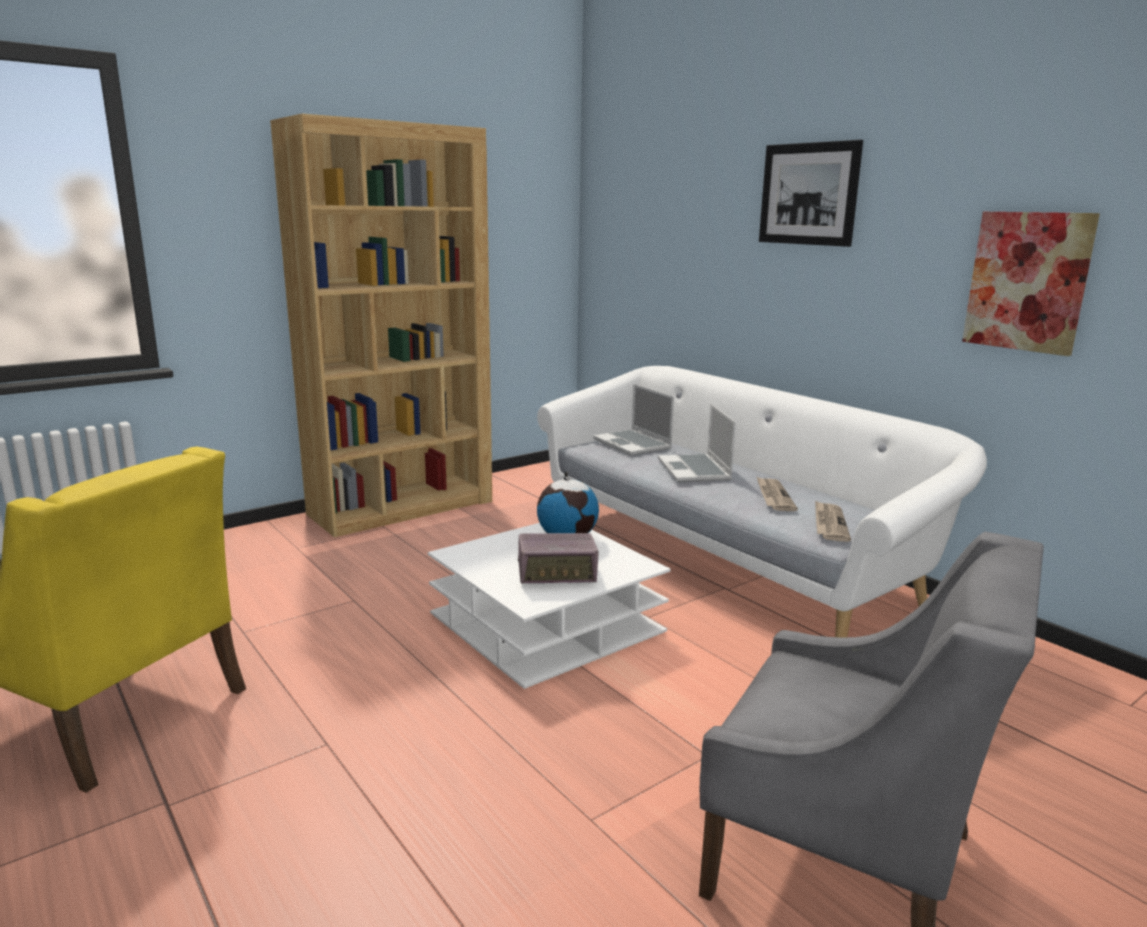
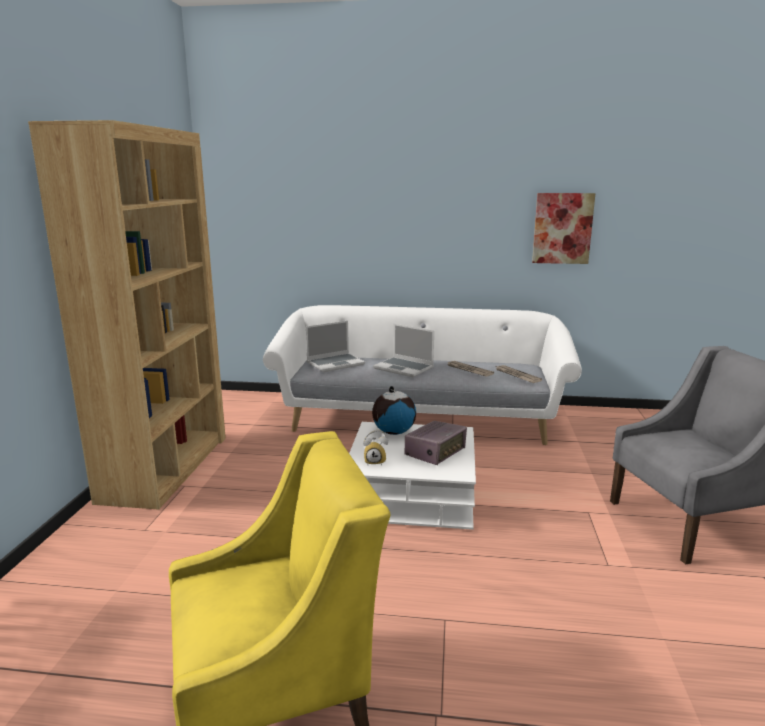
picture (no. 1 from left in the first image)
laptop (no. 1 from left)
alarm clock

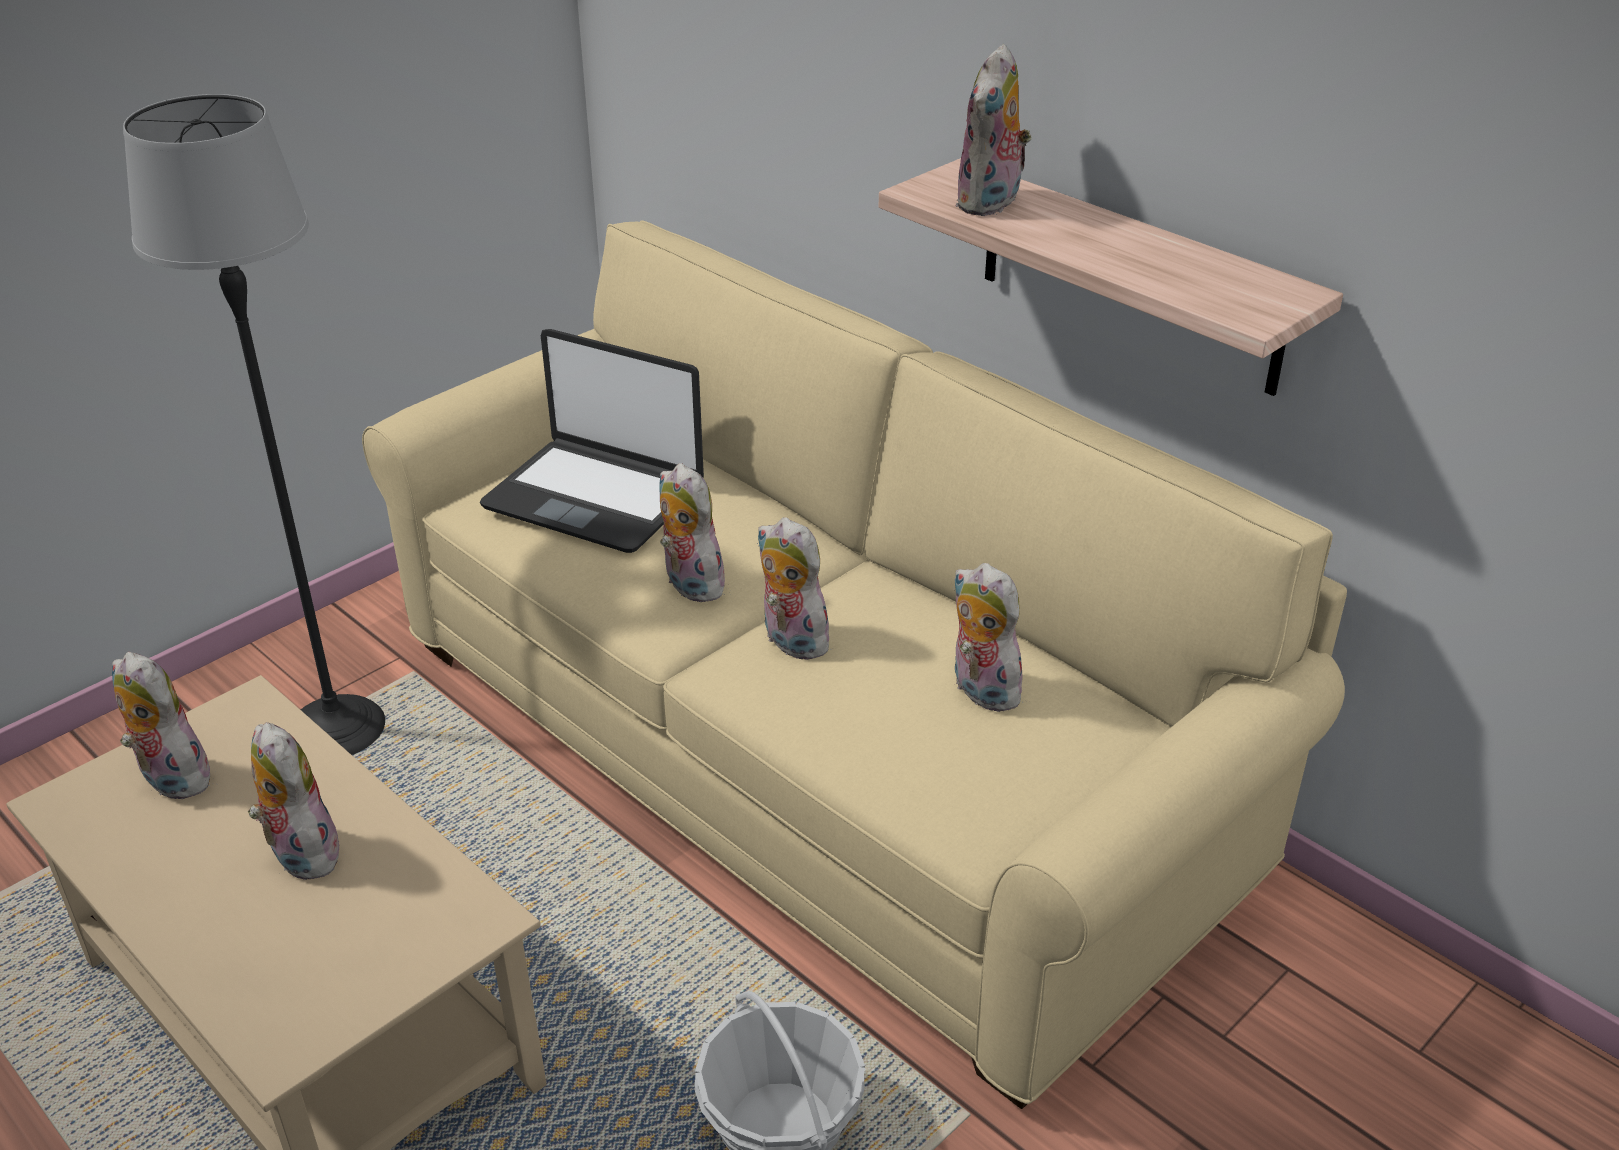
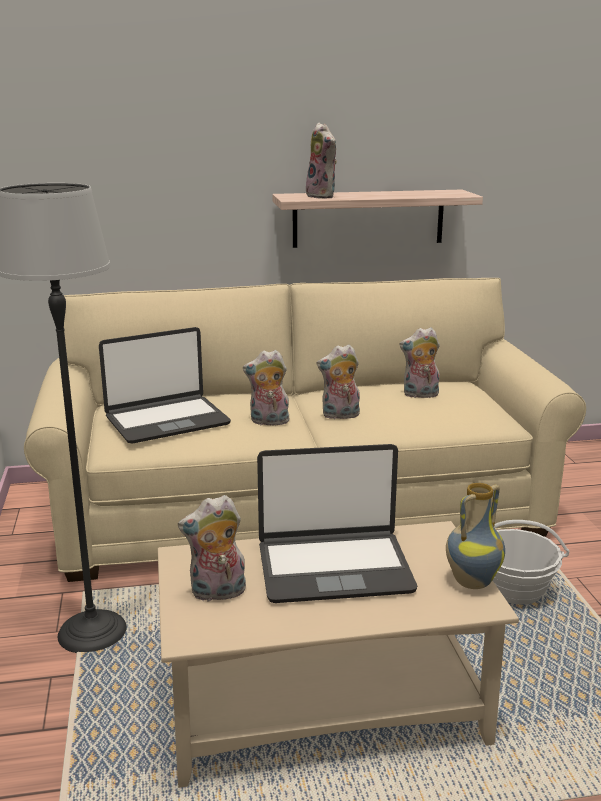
laptop (no. 2 from left)
vase

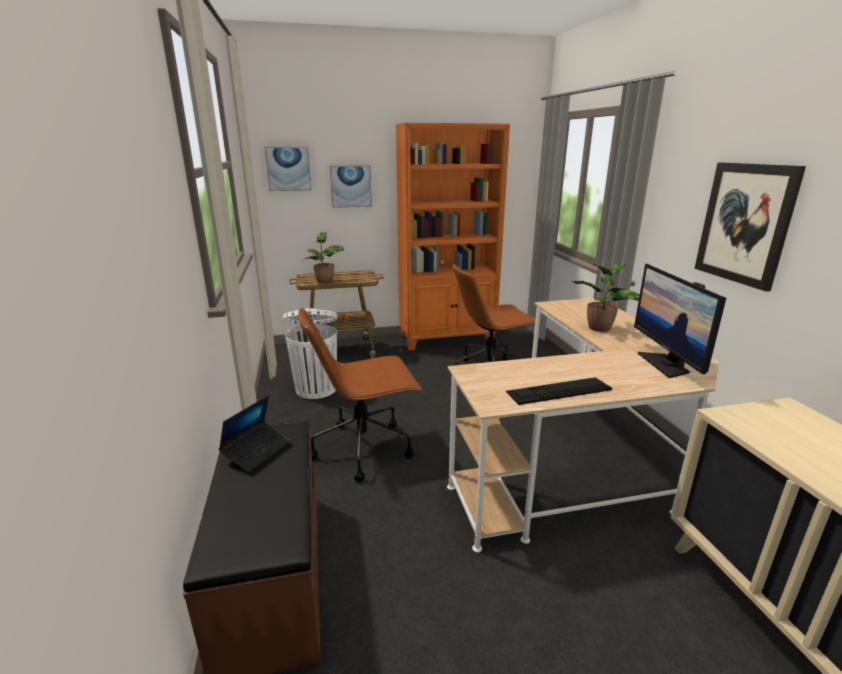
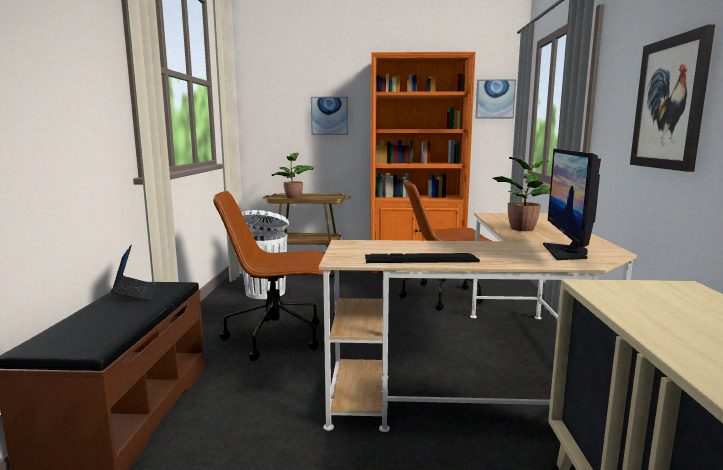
picture (no. 2 from left)
laptop

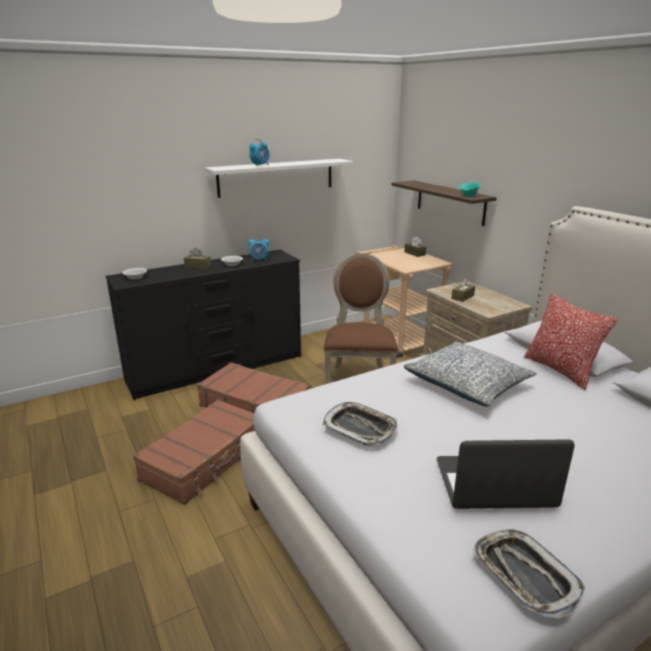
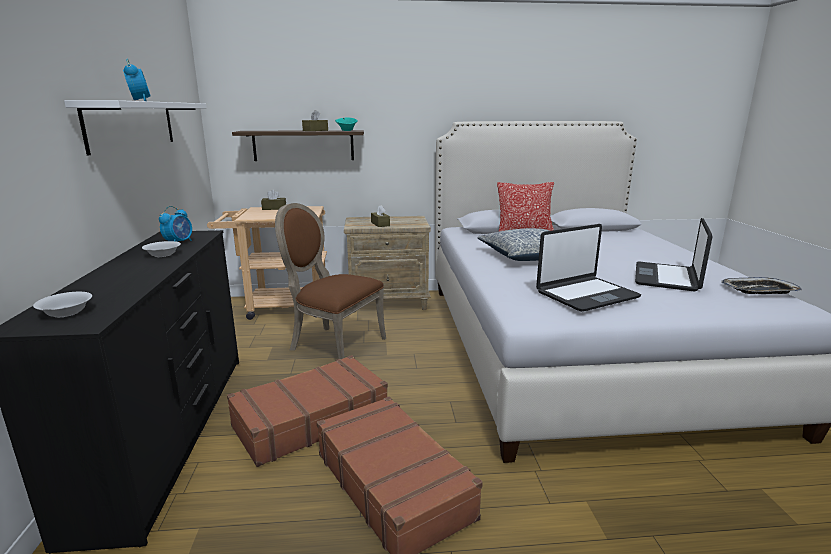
tissue box/brown (no. 2 from left)
laptop (no. 1 from left)

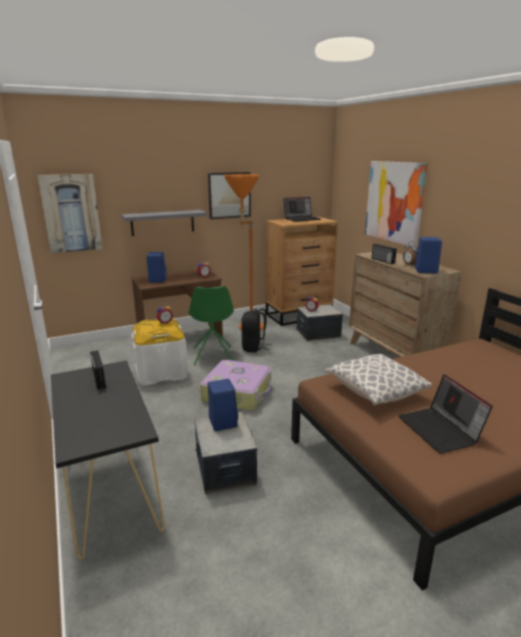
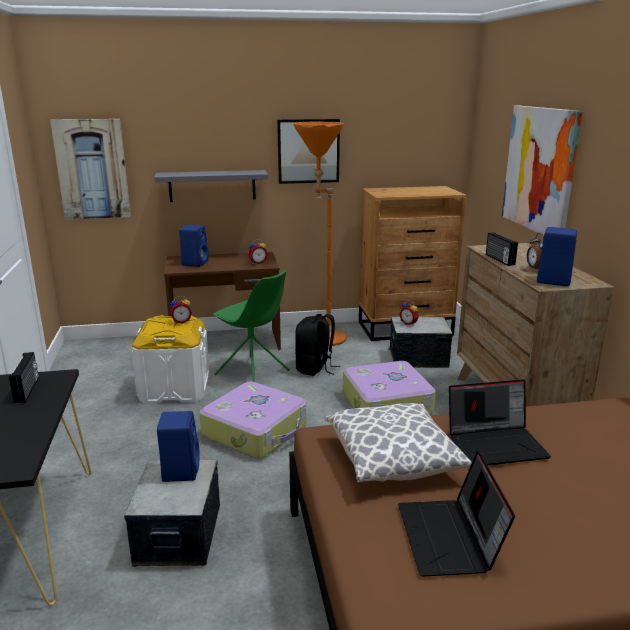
laptop (no. 2 from left)
chair/green
suitcase (no. 2 from left)

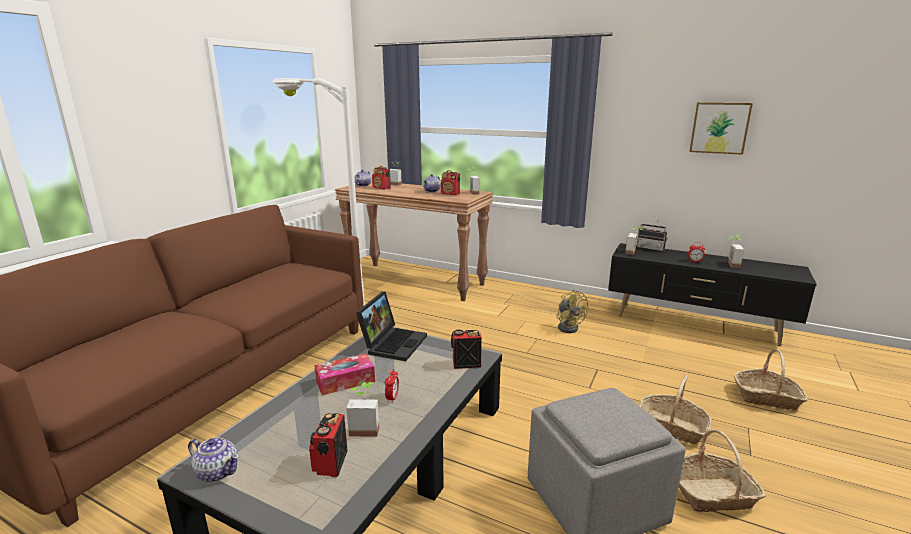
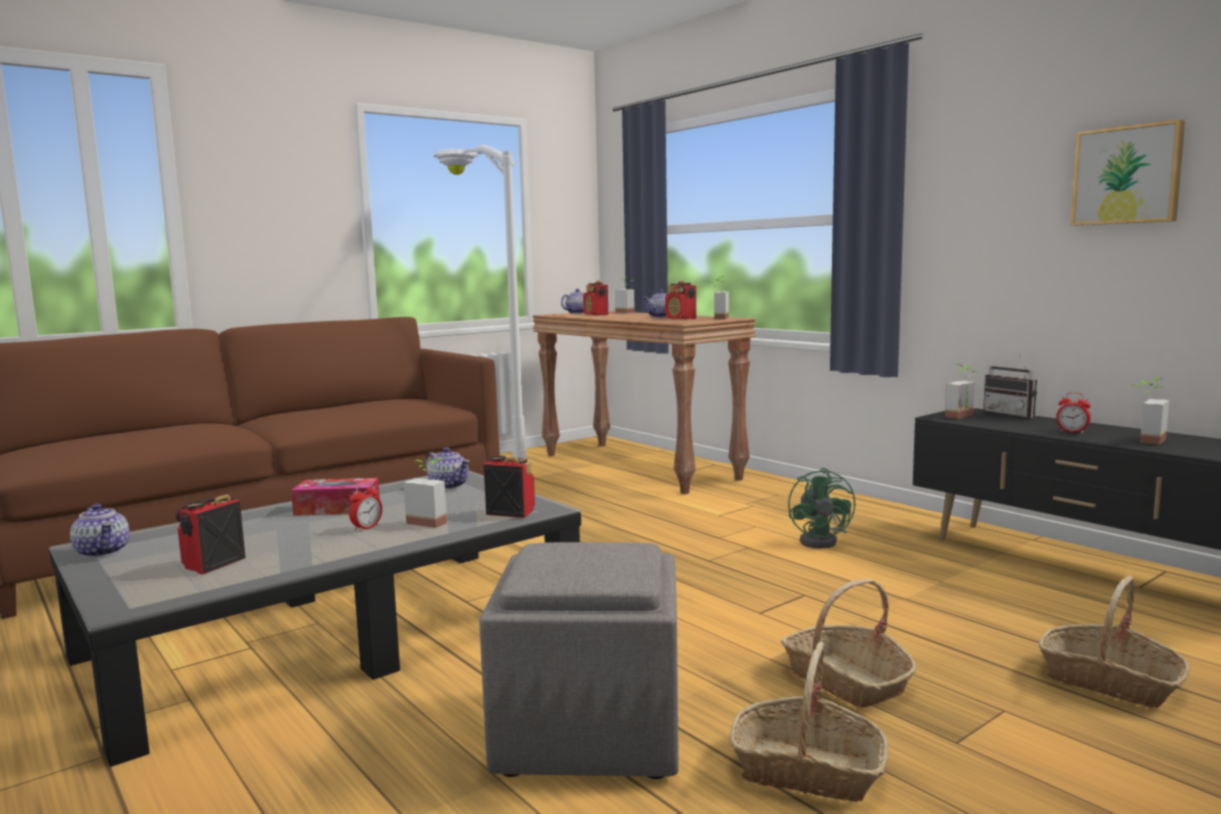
fan/green
teapot (no. 2 from left)
potted plant (no. 1 from left)

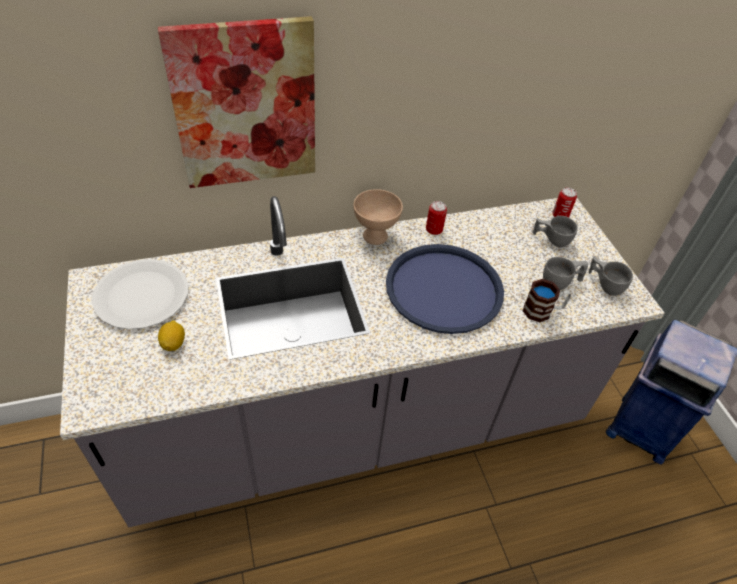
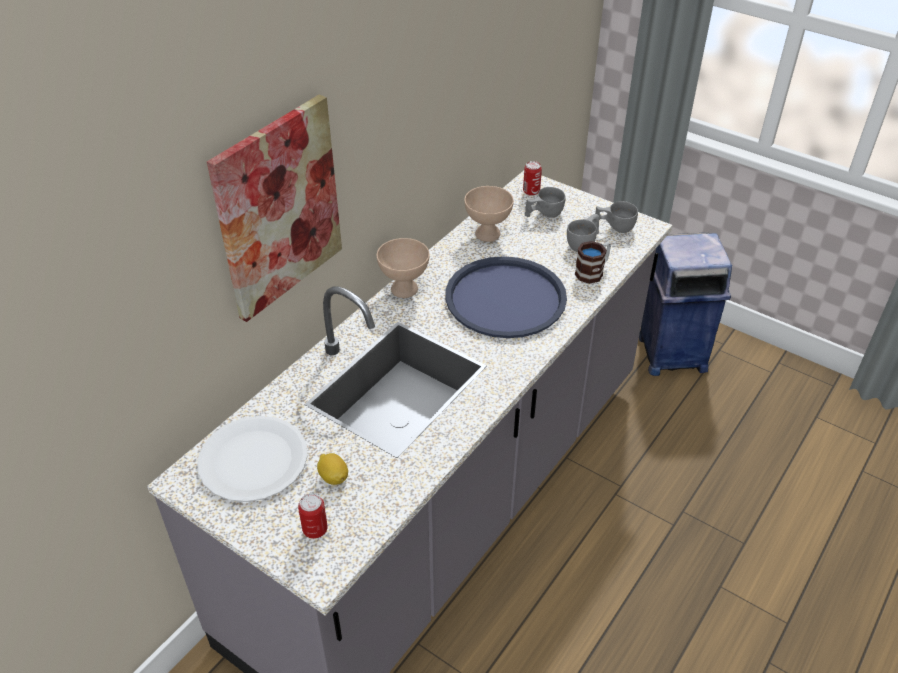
can (no. 1 from left)
bowl/beige (no. 2 from left)

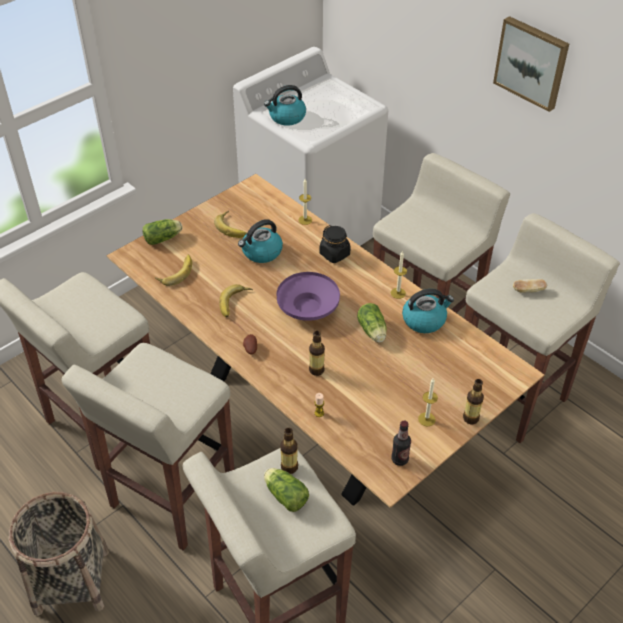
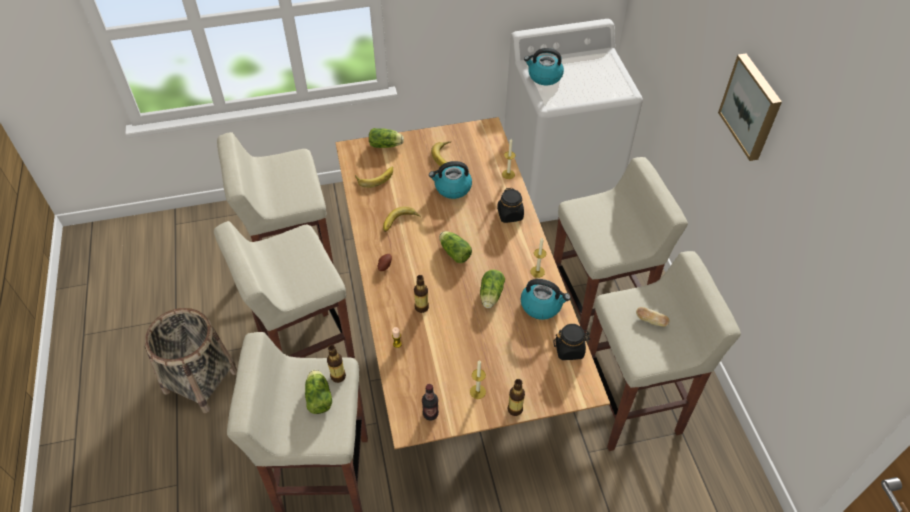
lettuce (no. 3 from left)
jar/black (no. 2 from left)

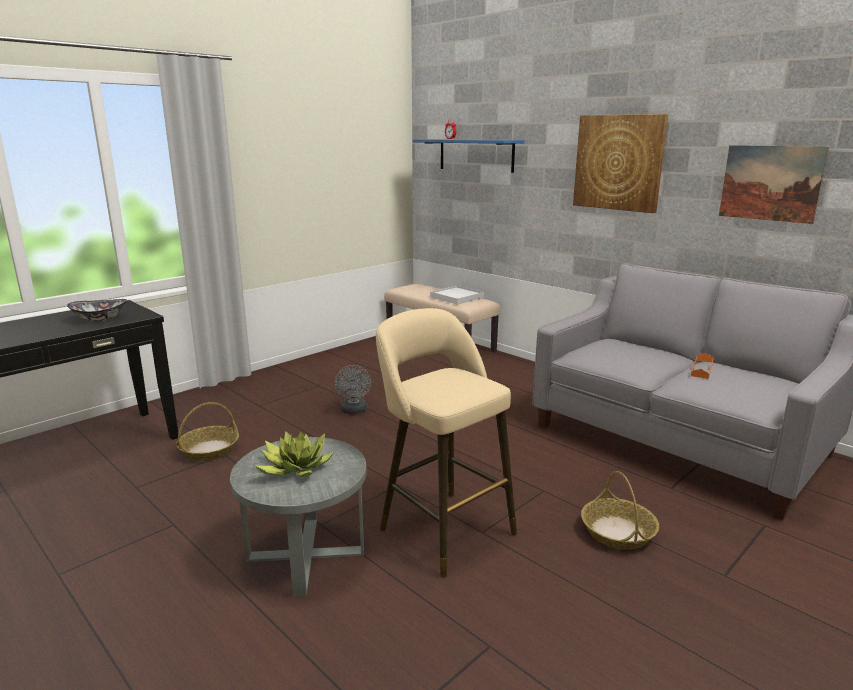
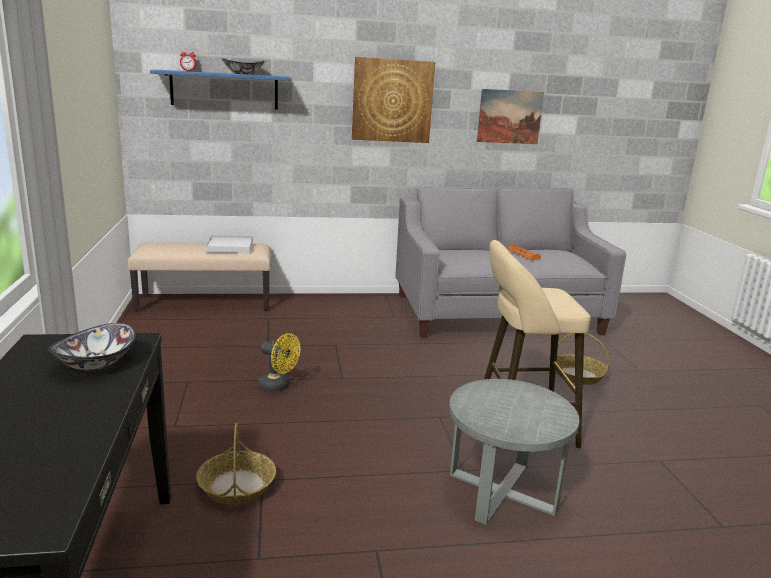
fan/yellow
potted plant
bowl (no. 2 from left)

